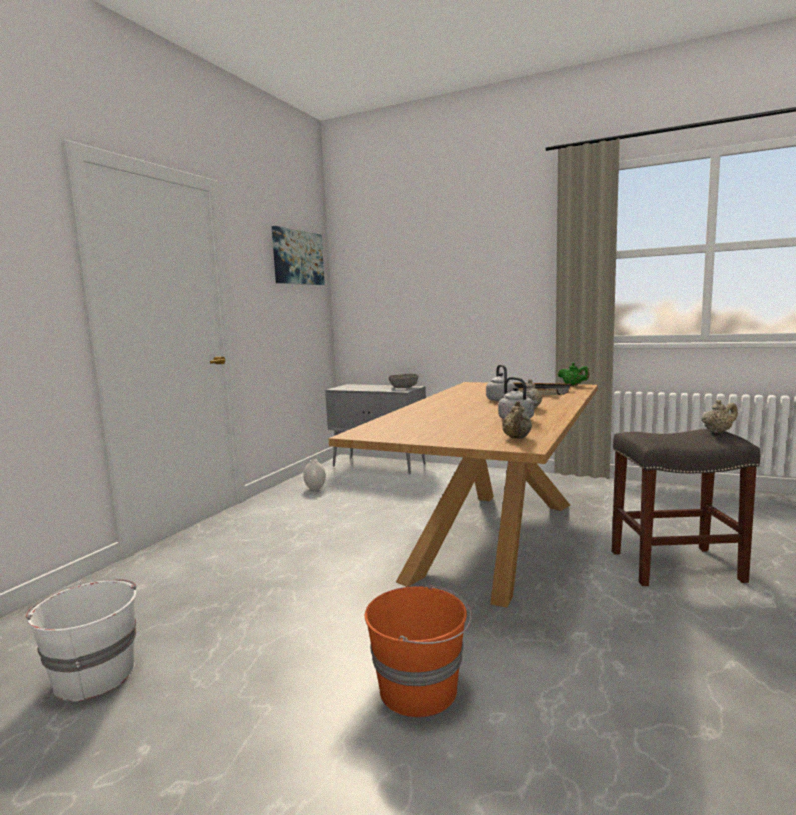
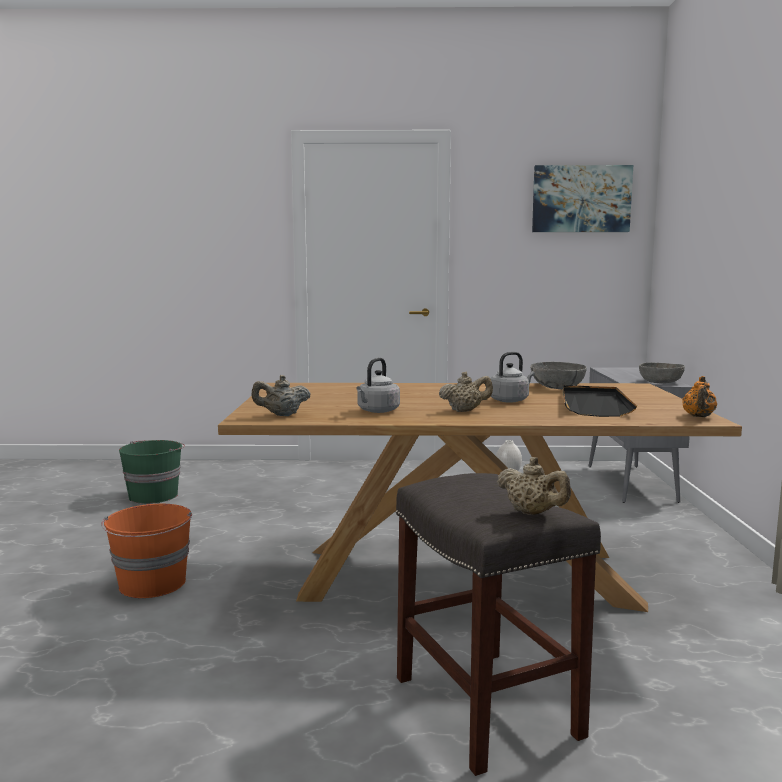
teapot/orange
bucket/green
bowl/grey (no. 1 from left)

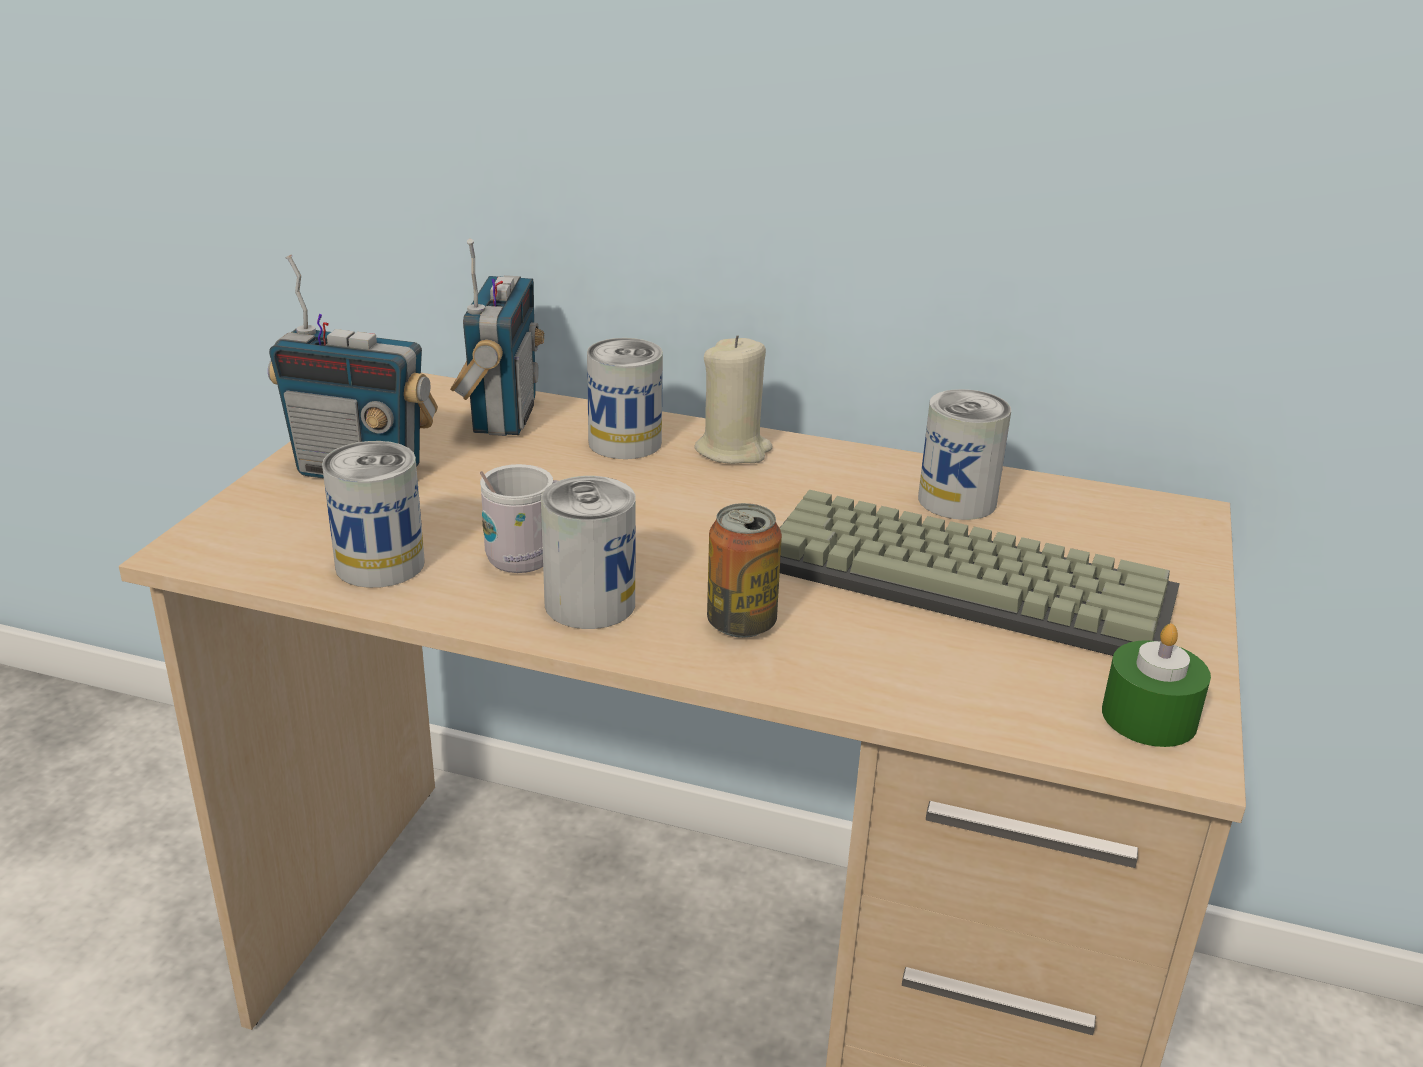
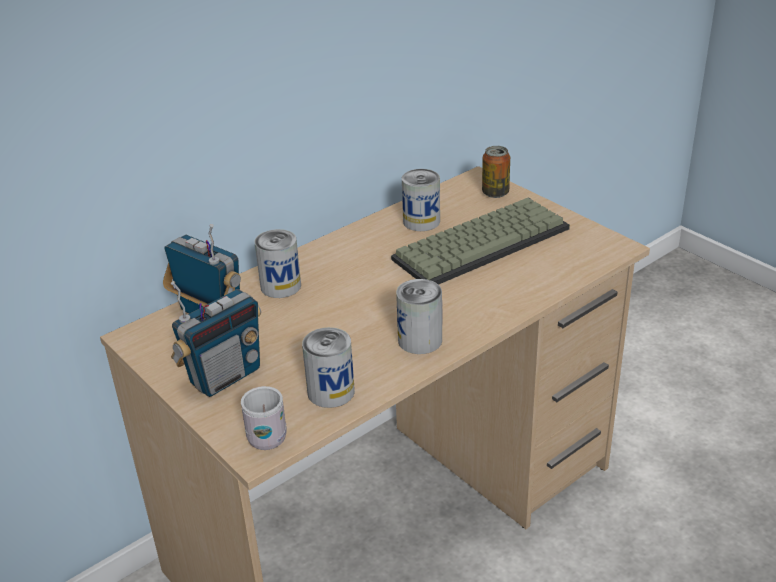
candle/beige
mug/white
can (no. 5 from left)
candle/green

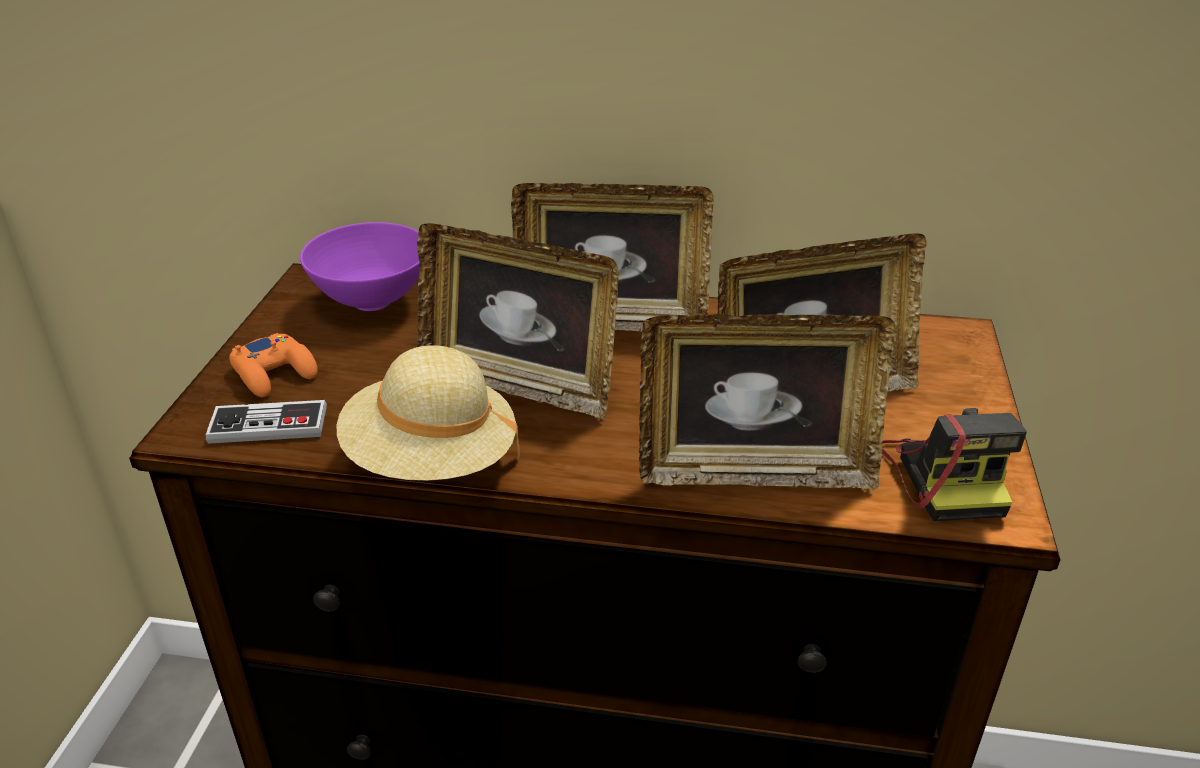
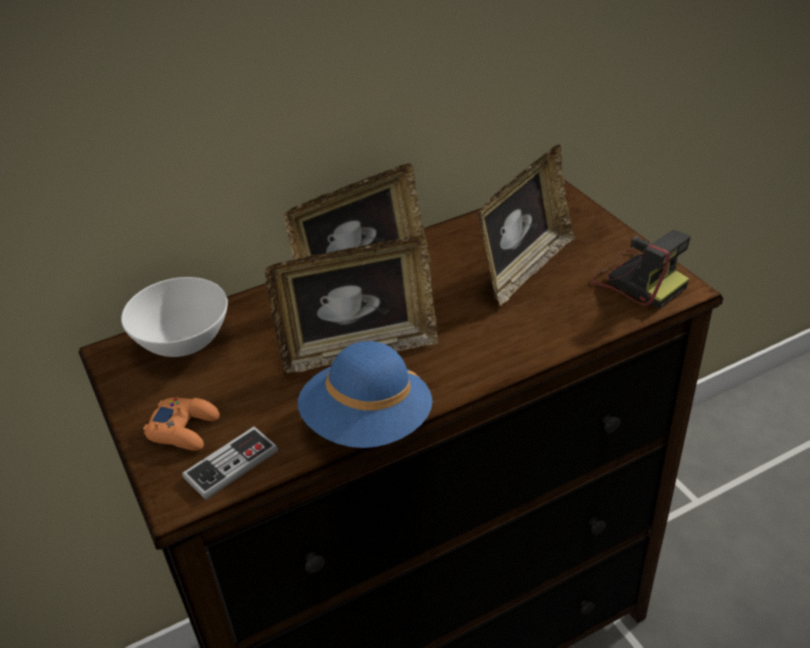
bowl/white
picture frame (no. 3 from left in the first image)
hat/blue

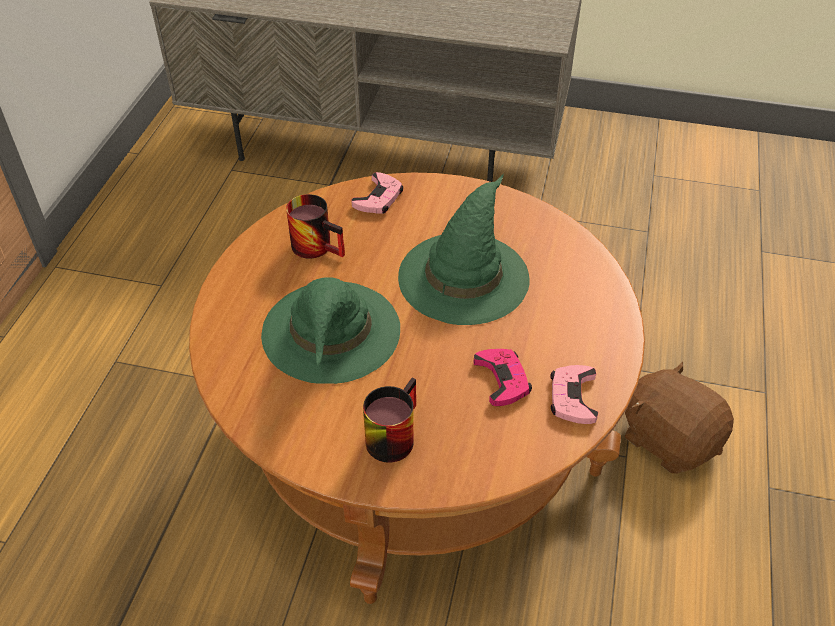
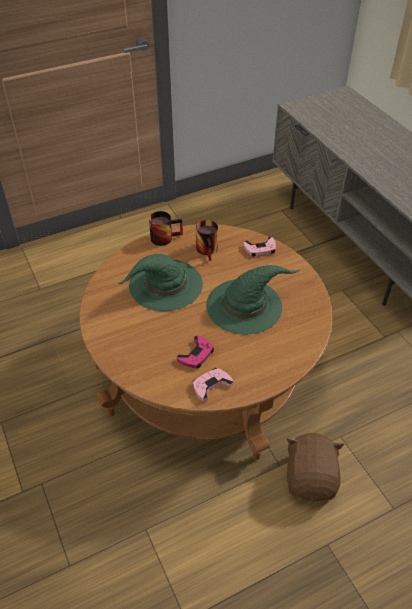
mug (no. 1 from left)

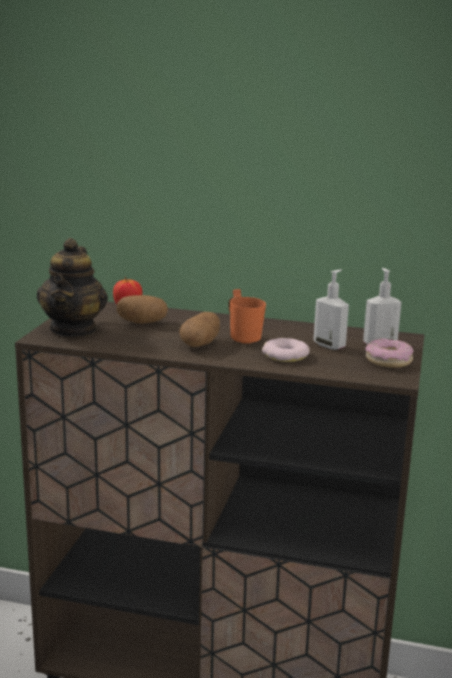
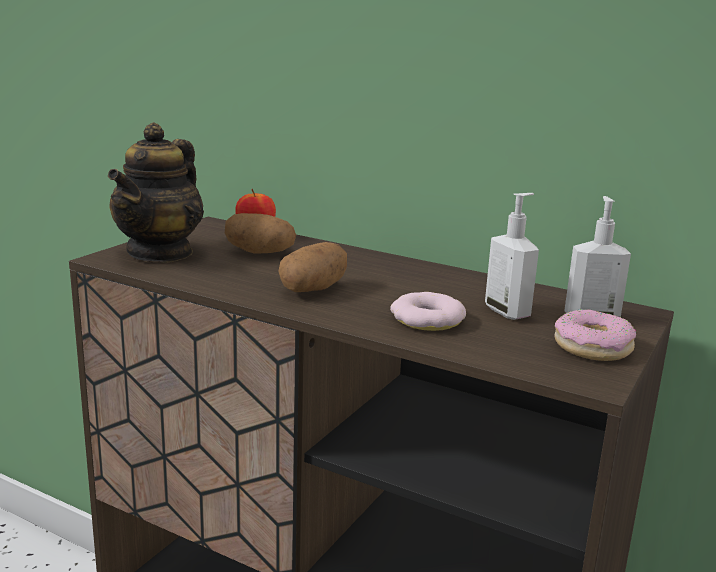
mug/orange

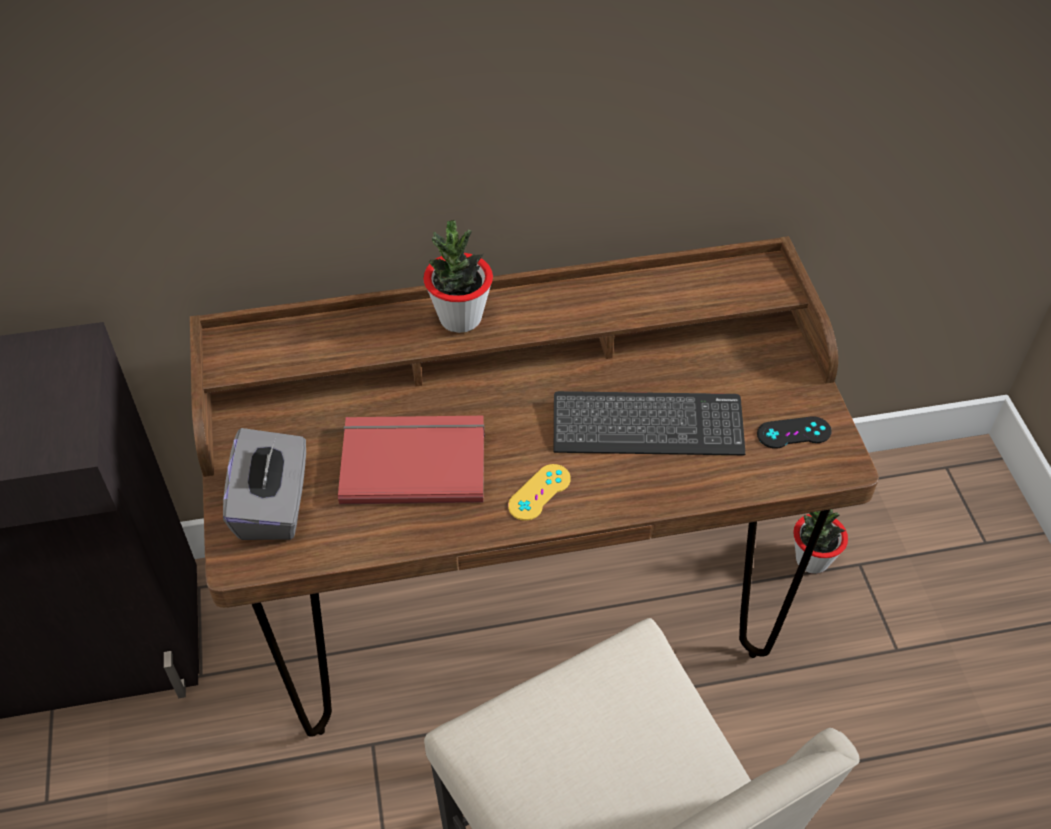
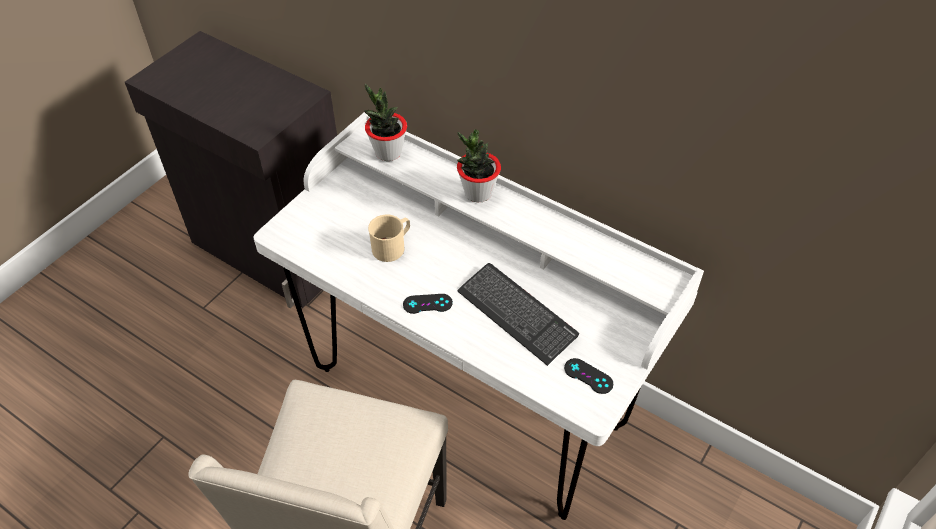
desk/white
mug/beige
tissue box/grey
game controller/black (no. 1 from left)
potted plant (no. 1 from left)

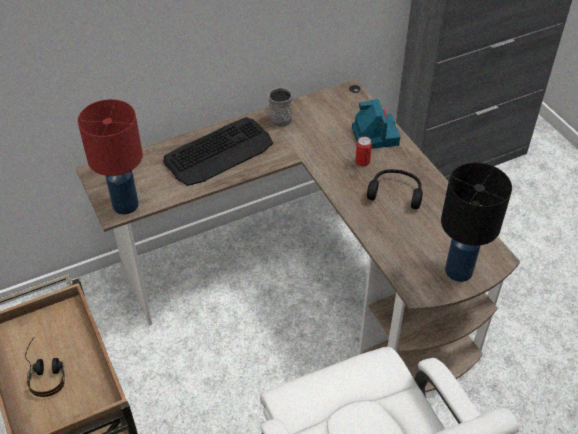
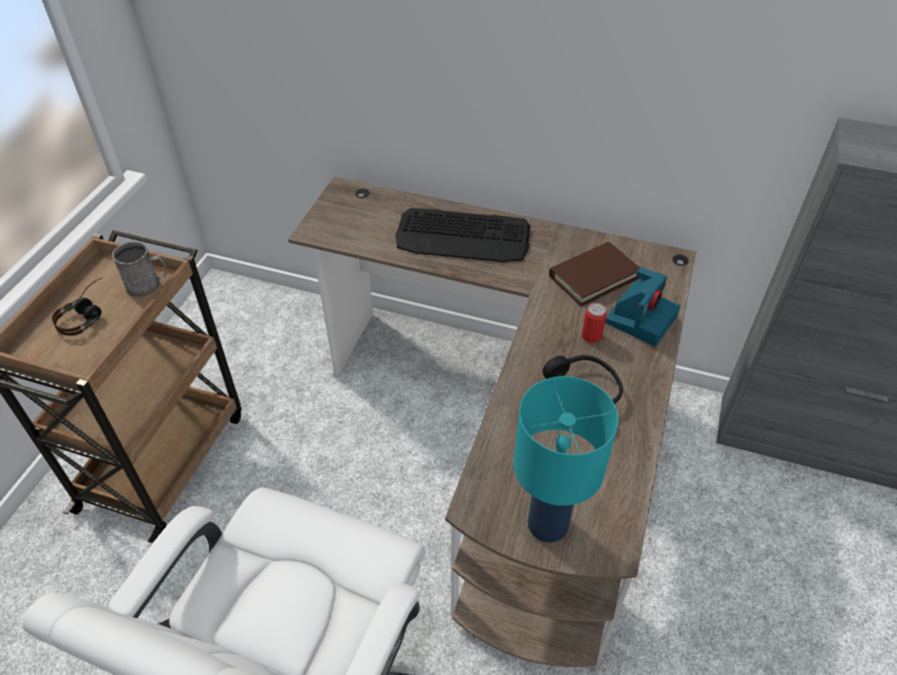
mug/grey
table lamp/red
table lamp/turquoise
book/brown

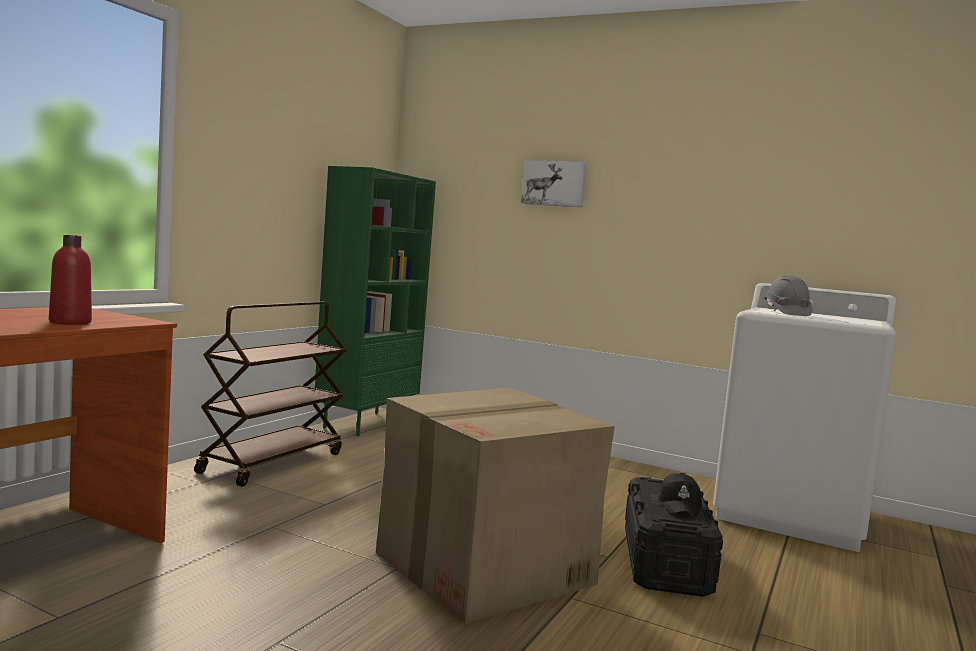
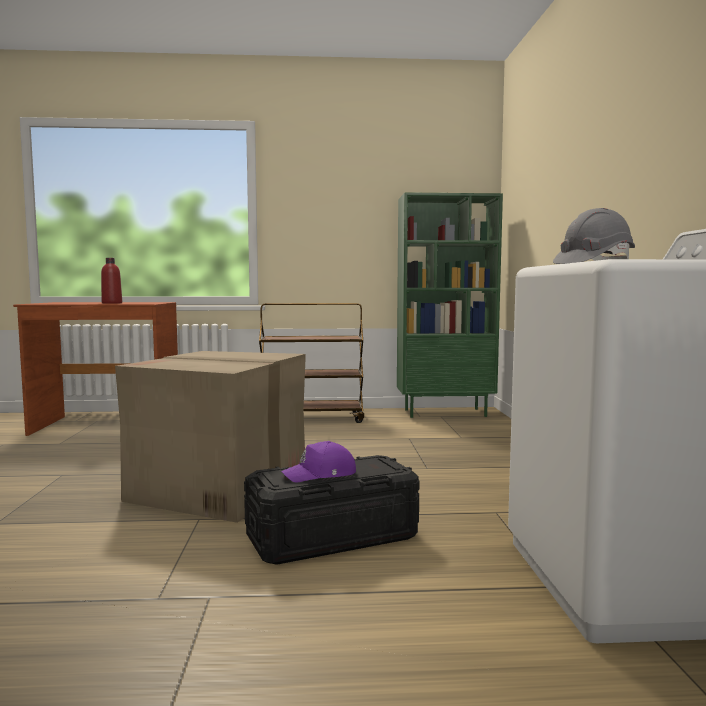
picture
cap/purple

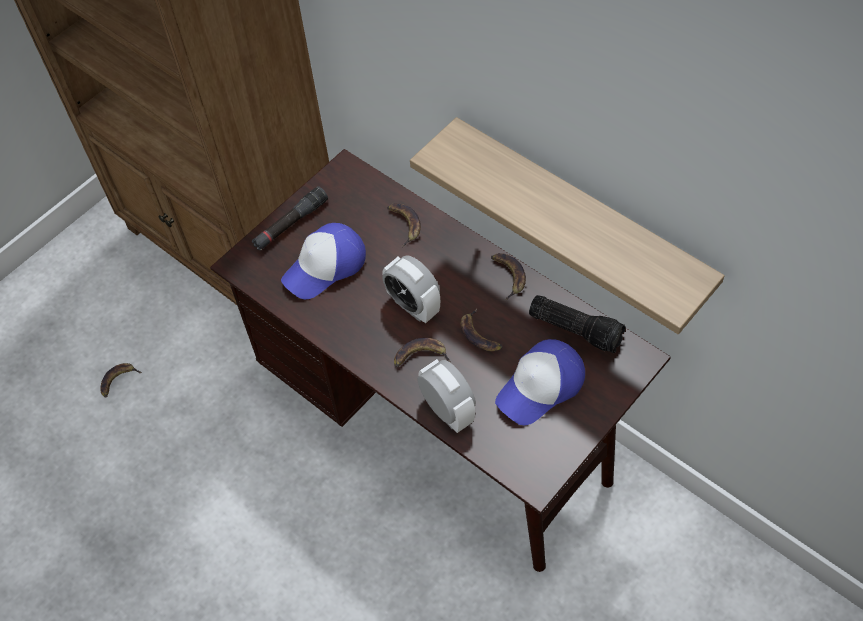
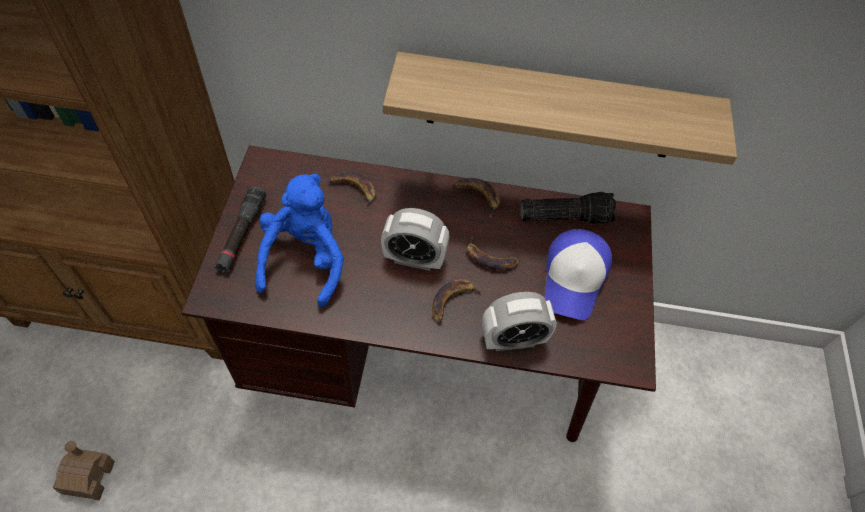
plush toy/blue
alarm clock (no. 2 from left)
toy house

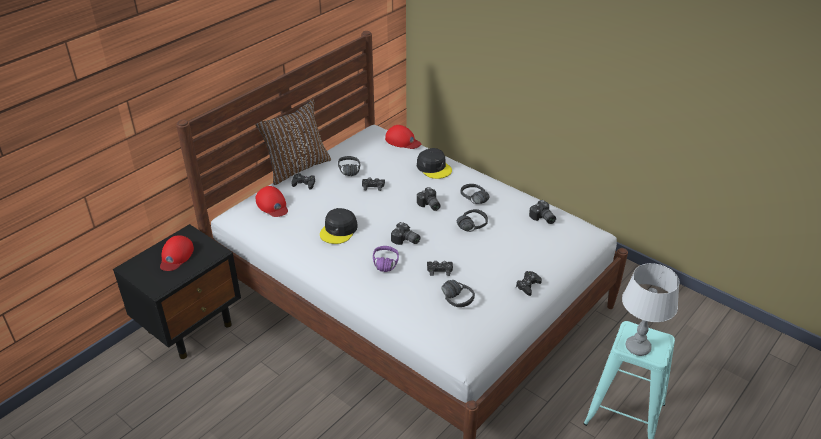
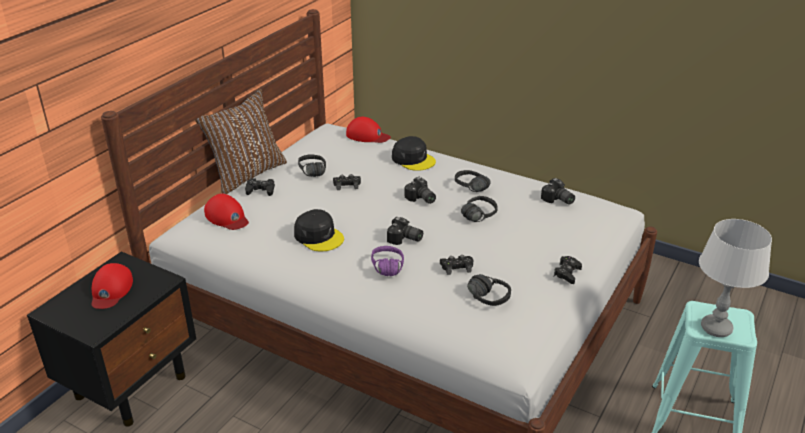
cap/black (no. 1 from left)

